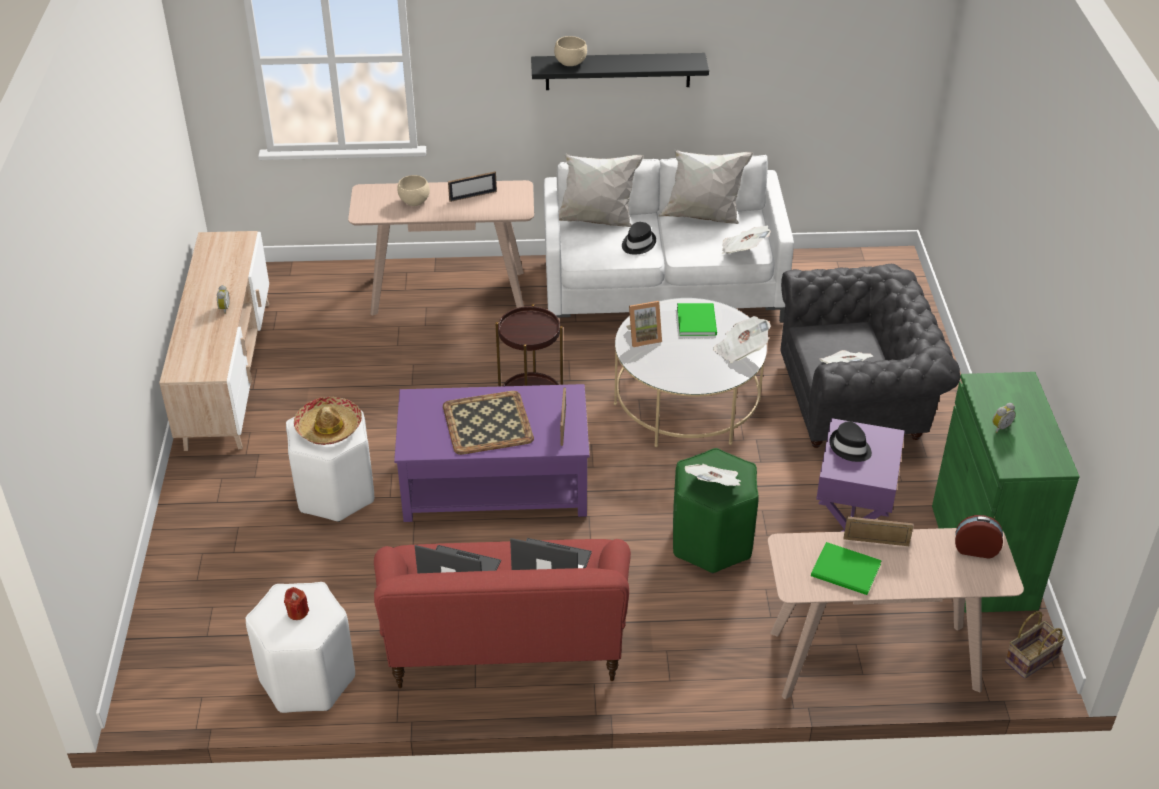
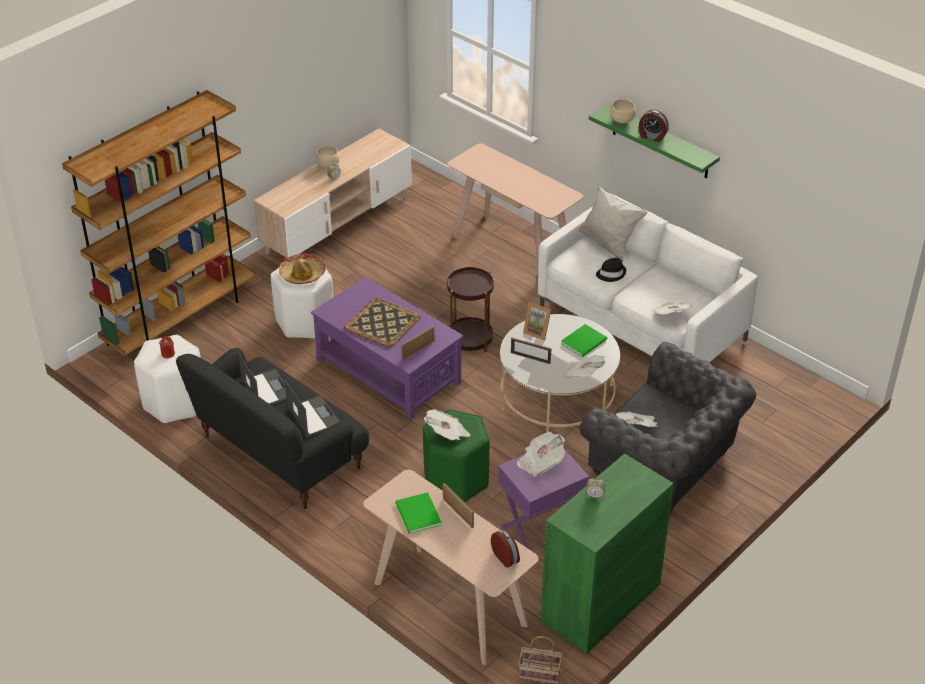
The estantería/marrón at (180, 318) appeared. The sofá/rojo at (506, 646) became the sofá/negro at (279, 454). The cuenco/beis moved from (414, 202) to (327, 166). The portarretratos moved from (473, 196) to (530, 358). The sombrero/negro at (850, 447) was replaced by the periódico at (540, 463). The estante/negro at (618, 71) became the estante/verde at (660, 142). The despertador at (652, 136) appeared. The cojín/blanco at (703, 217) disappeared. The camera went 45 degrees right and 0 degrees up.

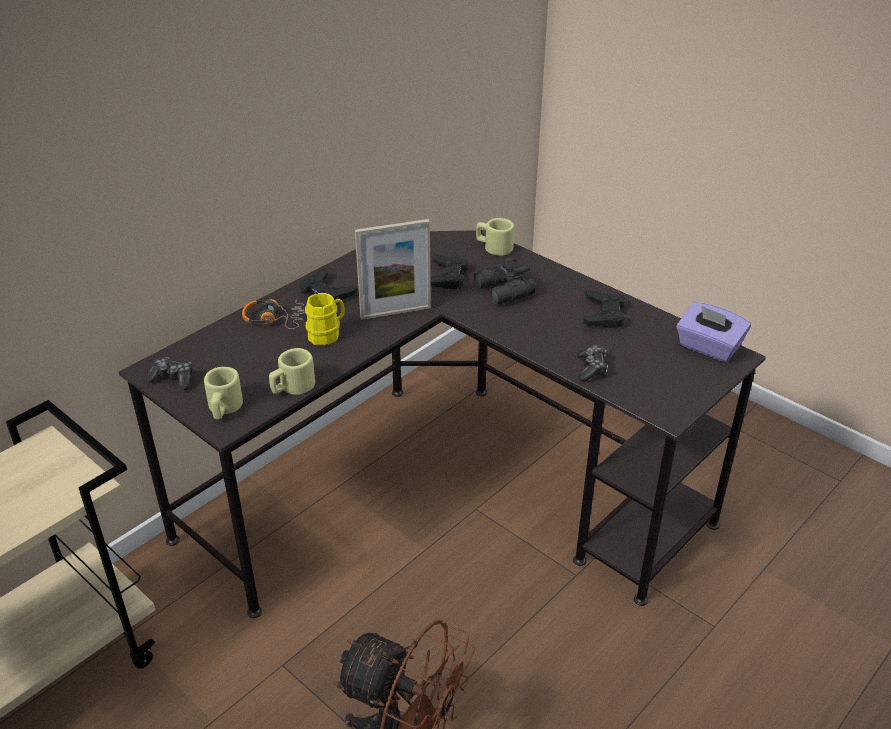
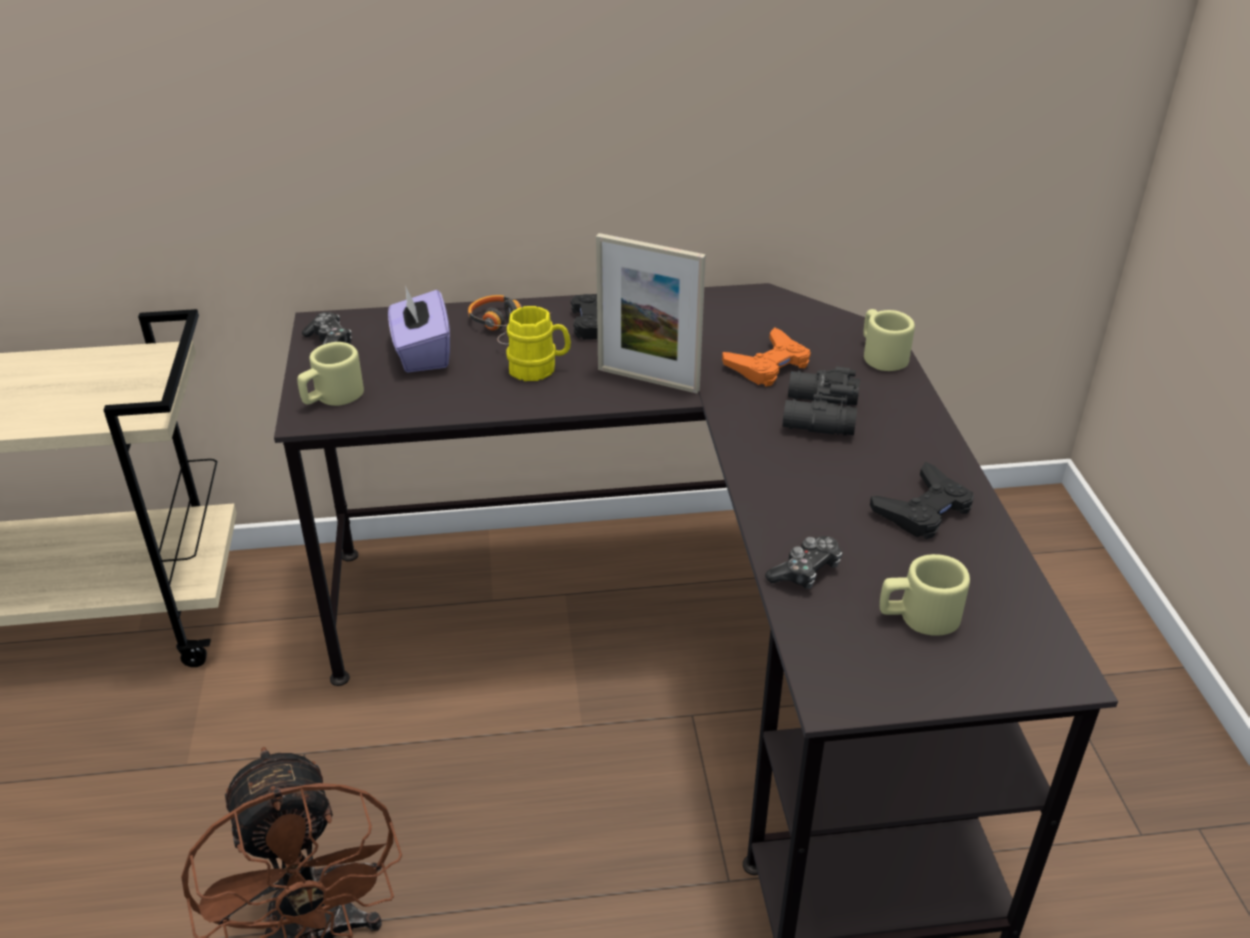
The caja de pañuelos/morado moved from (708, 347) to (422, 353). The mando de consola/negro at (447, 276) became the mando de consola/naranja at (768, 365). The taza grande/beis moved from (292, 387) to (918, 616). The camera went 40 degrees right and 0 degrees up.

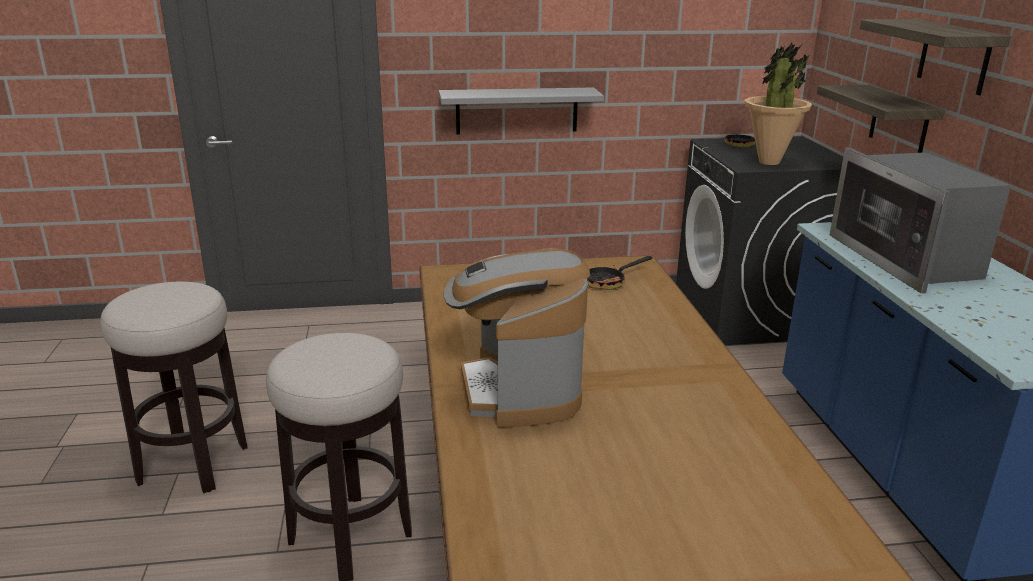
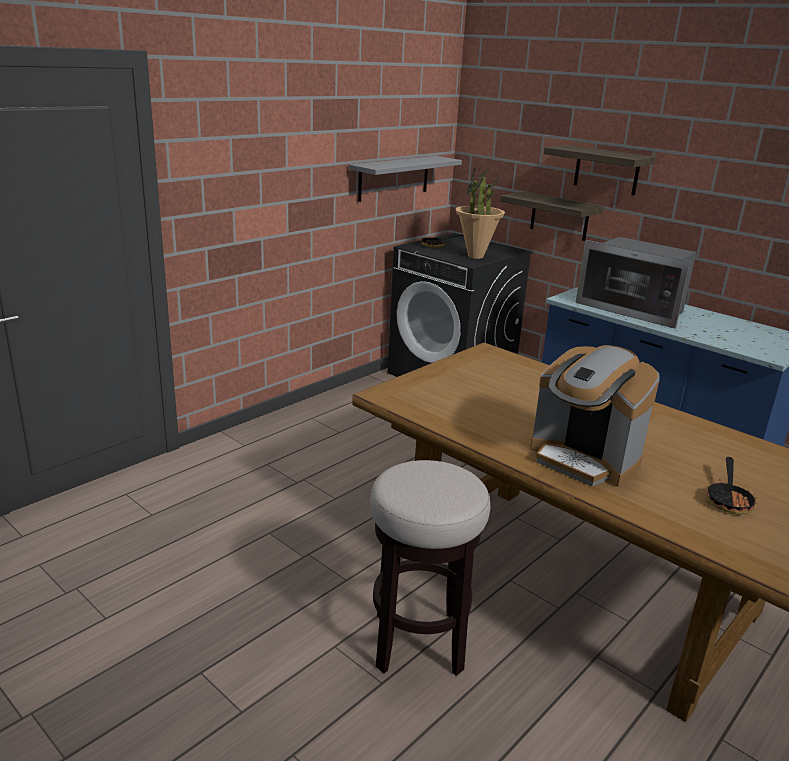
The estante/gris moved from (517, 110) to (394, 178). The sartén moved from (609, 282) to (728, 499). The taburete at (193, 464) disappeared. The camera went 40 degrees left and 0 degrees up.

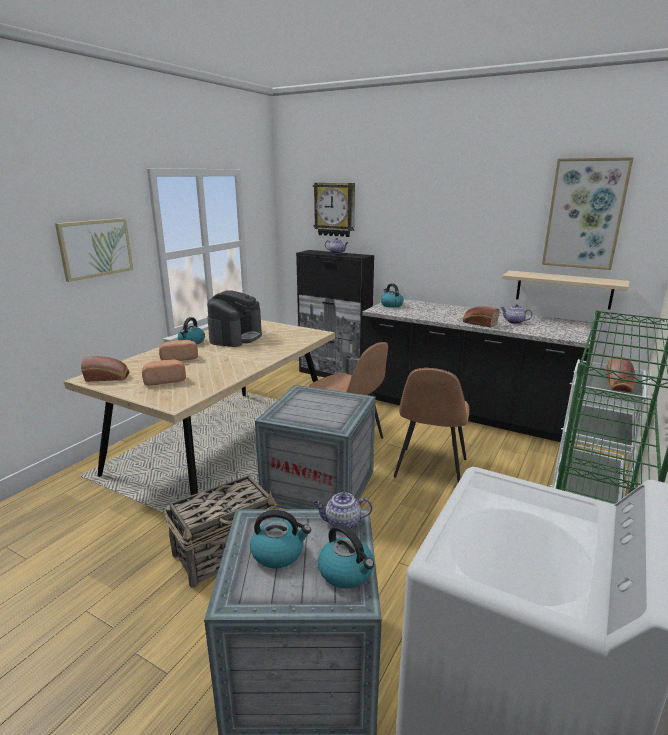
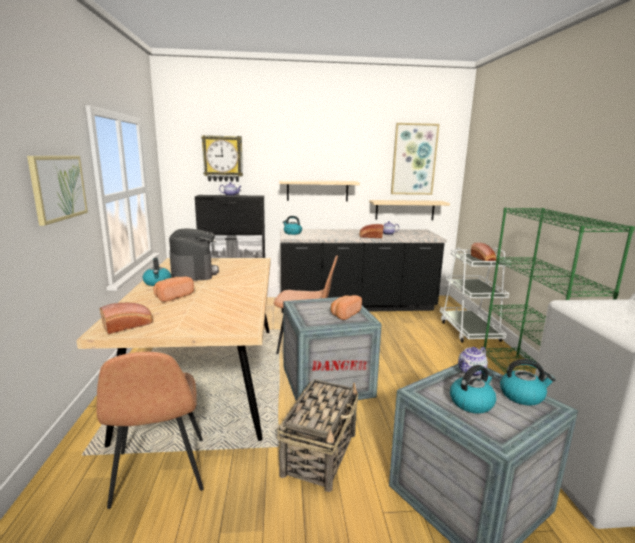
The silla/marrón moved from (430, 469) to (159, 473). The estante/beis at (317, 190) appeared. The pan moved from (165, 380) to (344, 314). The camera went 35 degrees left and 5 degrees down.

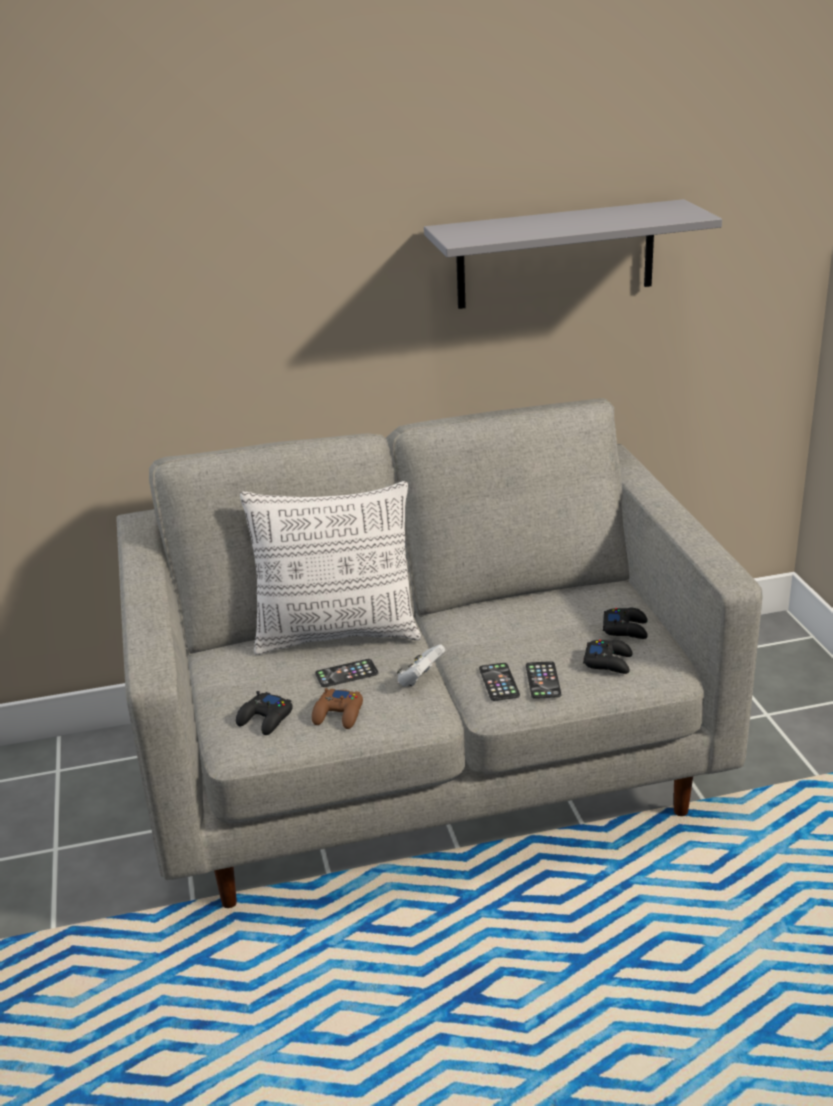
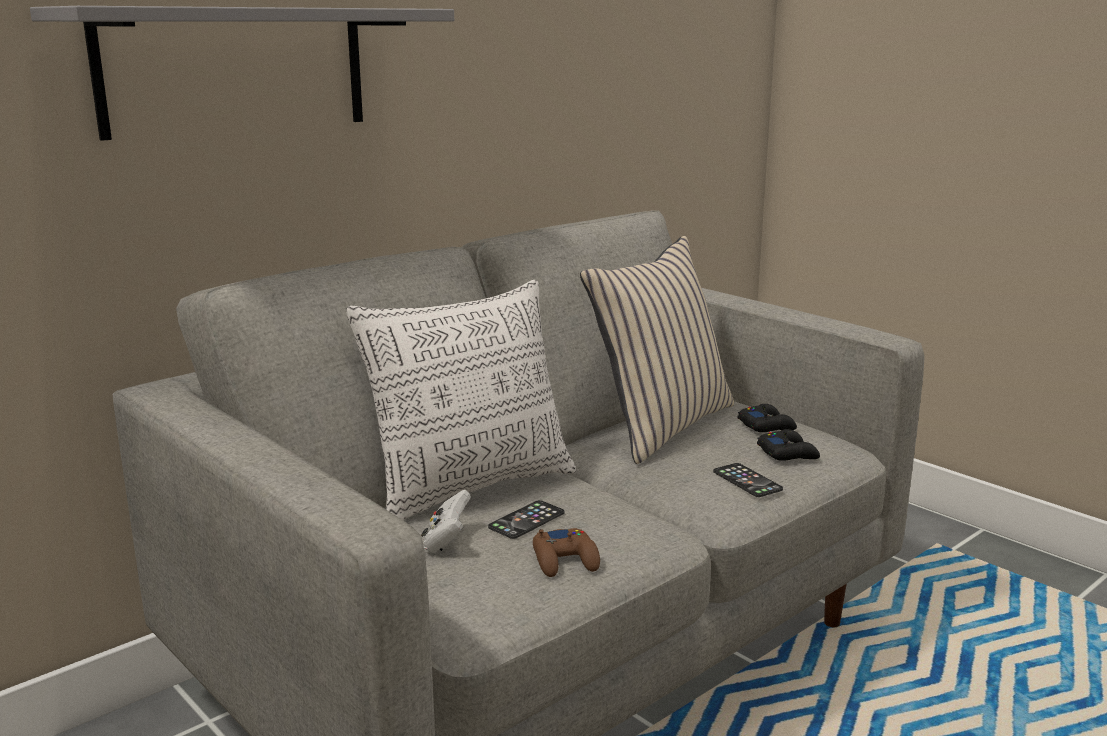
The estante/gris moved from (556, 255) to (235, 70). The mando de consola/blanco moved from (420, 679) to (447, 541). The cojín/beis at (660, 426) appeared. The mando de consola/negro at (265, 719) disappeared. The móvil at (499, 682) disappeared. The camera went 30 degrees left and 10 degrees down.

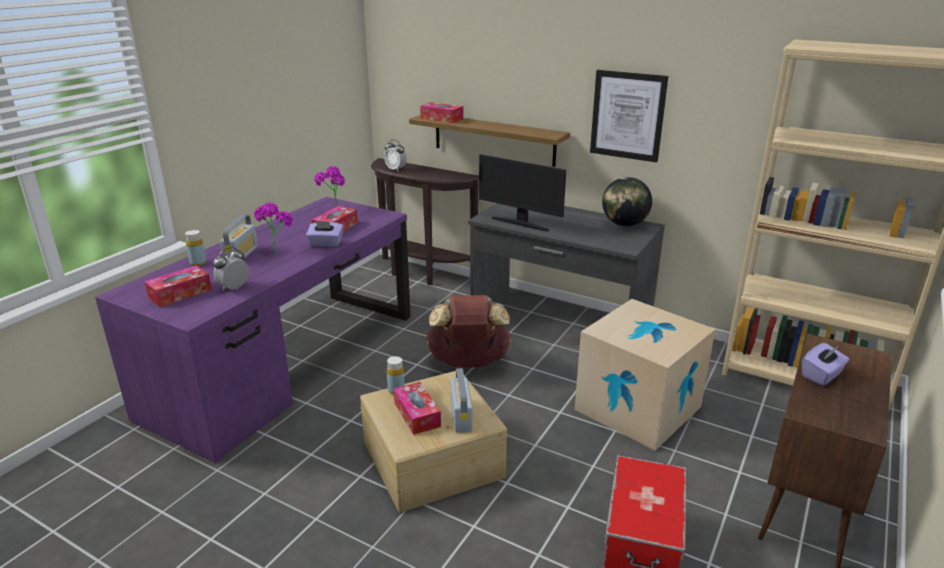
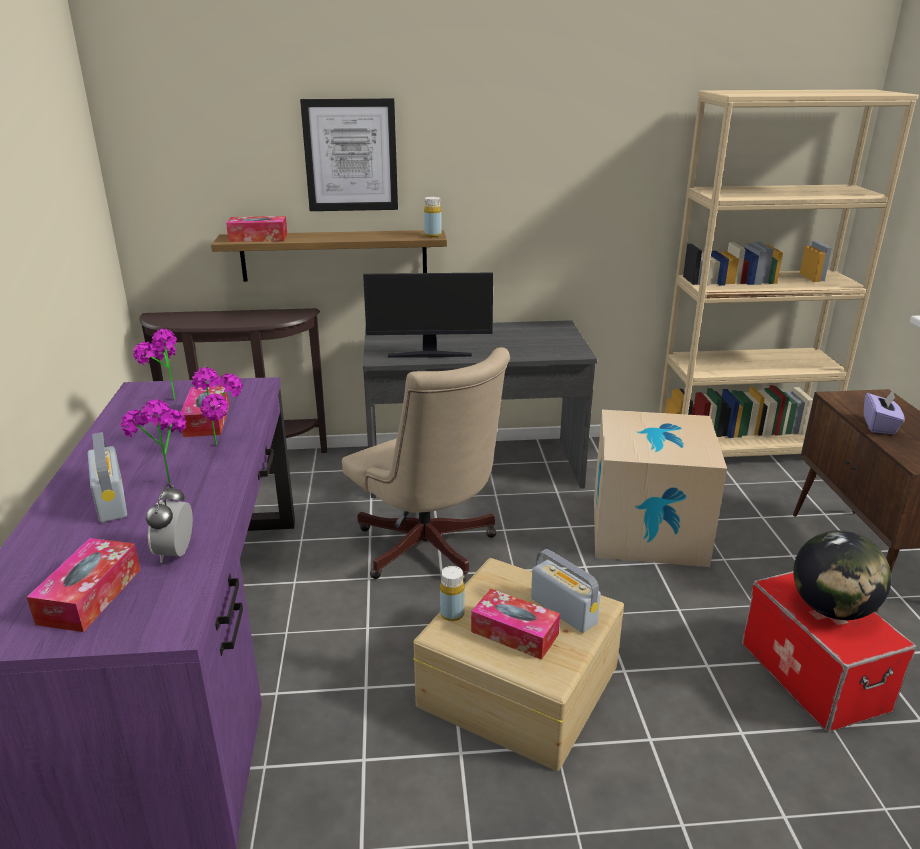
The caja de pañuelos/morado at (326, 244) was replaced by the planta en maceta at (226, 446). The cuadro moved from (627, 115) to (351, 155). The mochila/marrón at (468, 363) was replaced by the silla de oficina/beis at (429, 551). The botella/amarillo moved from (198, 263) to (433, 235). The globo terráqueo moved from (624, 224) to (831, 609). The despertador at (396, 169) disappeared. The camera went 35 degrees left and 0 degrees up.

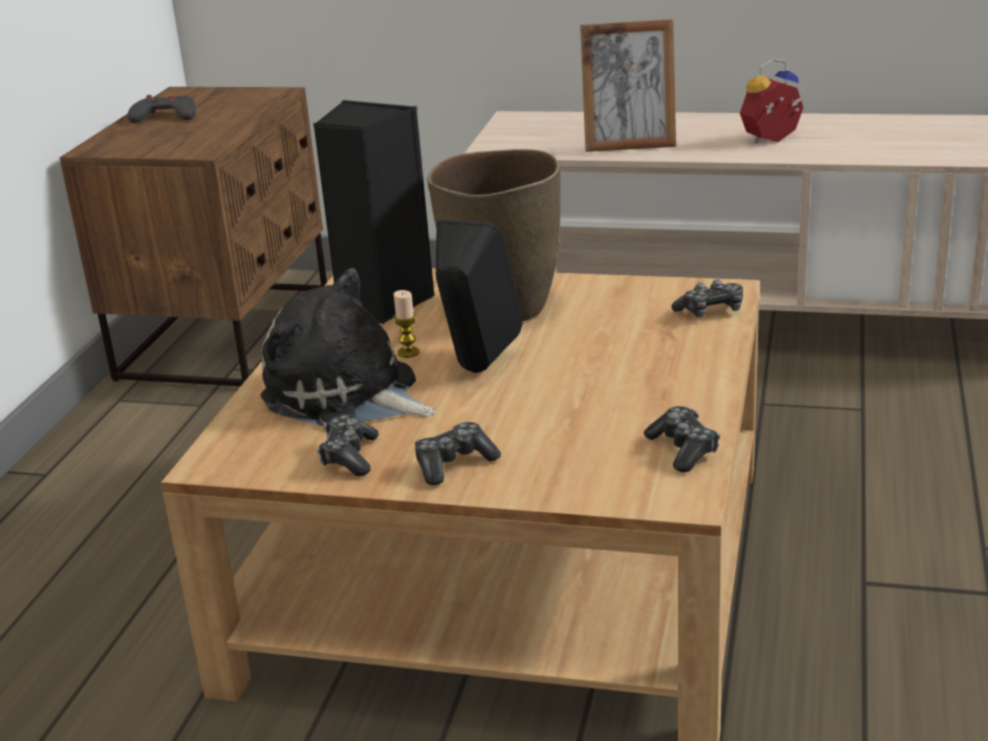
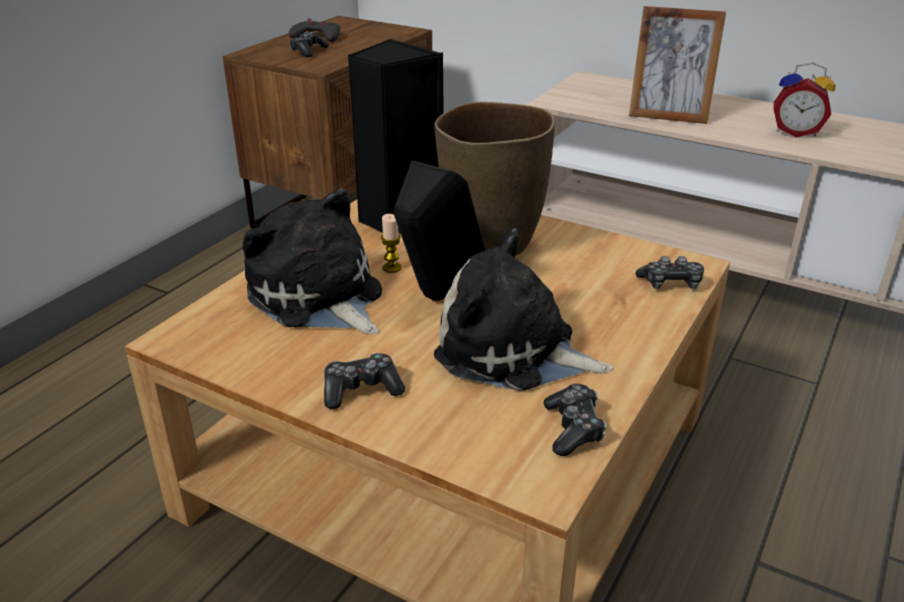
The mando de consola moved from (349, 456) to (308, 51). The peluche at (513, 351) appeared. The despertador at (773, 140) turned 150 degrees counterclockwise. The camera went 15 degrees right and 5 degrees up.

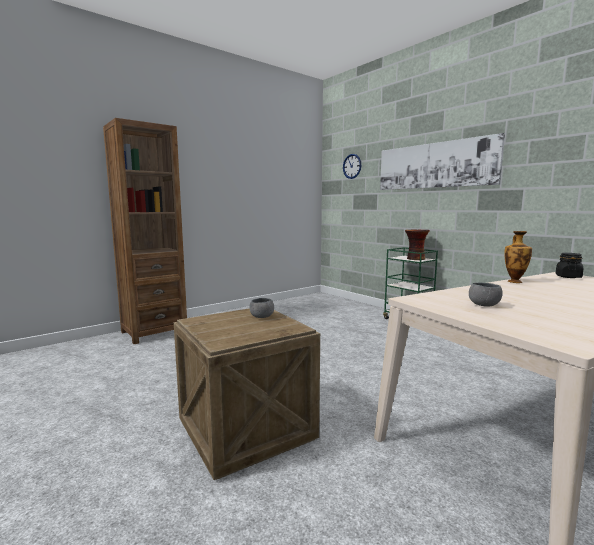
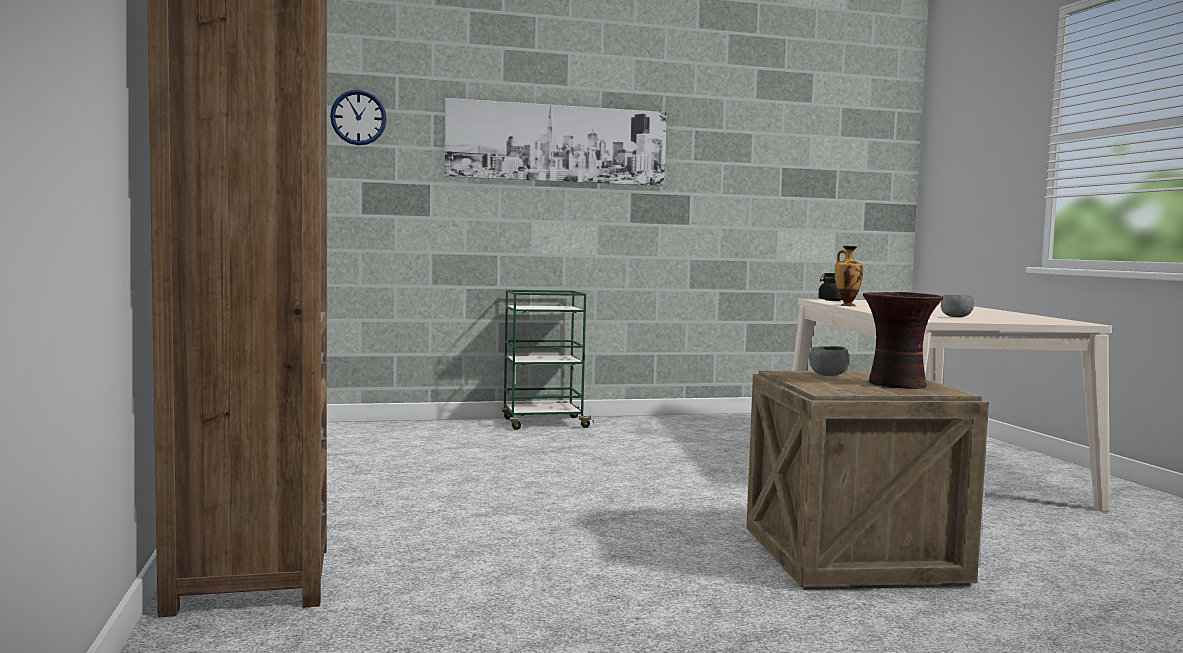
The florero moved from (415, 259) to (897, 385). The camera went 65 degrees left and 5 degrees down.

